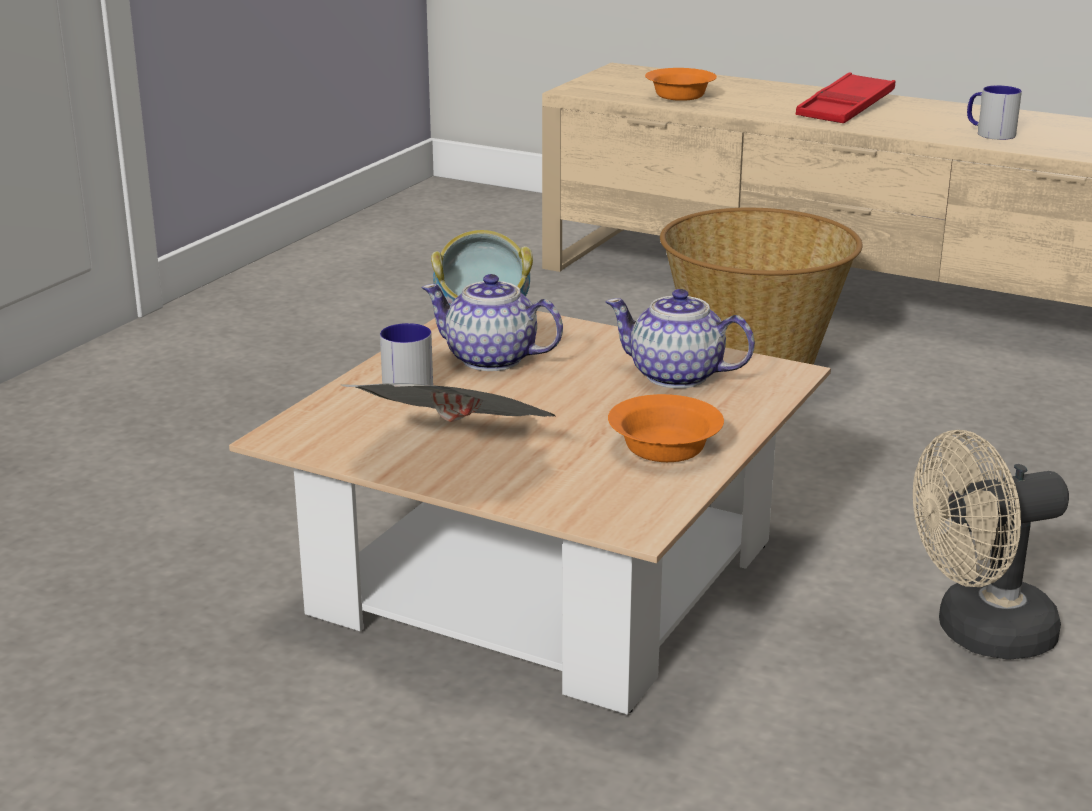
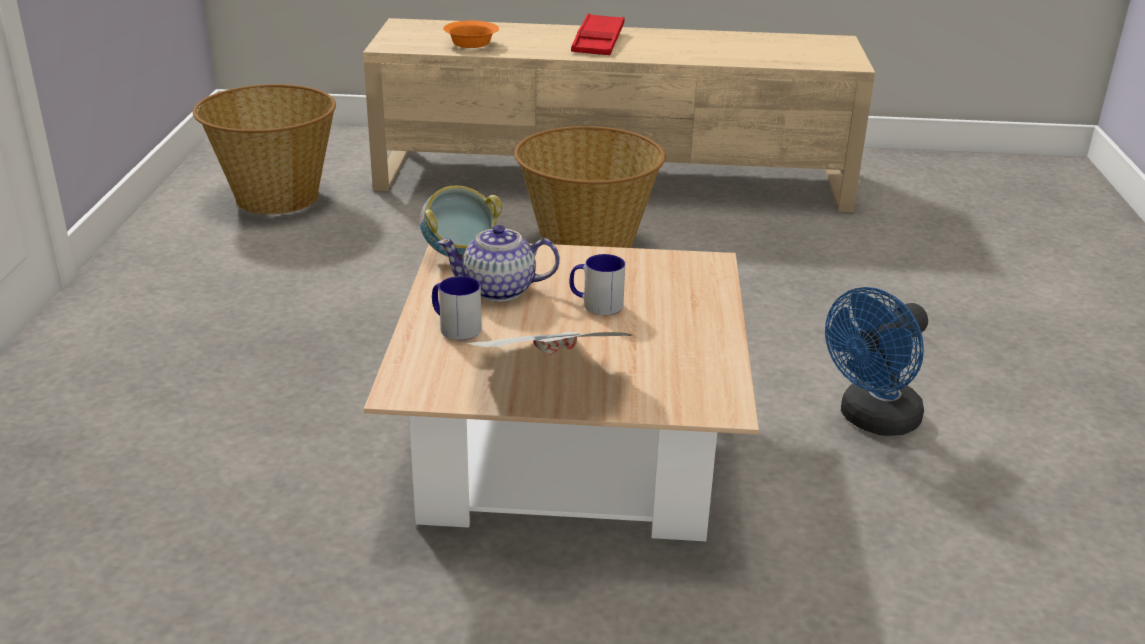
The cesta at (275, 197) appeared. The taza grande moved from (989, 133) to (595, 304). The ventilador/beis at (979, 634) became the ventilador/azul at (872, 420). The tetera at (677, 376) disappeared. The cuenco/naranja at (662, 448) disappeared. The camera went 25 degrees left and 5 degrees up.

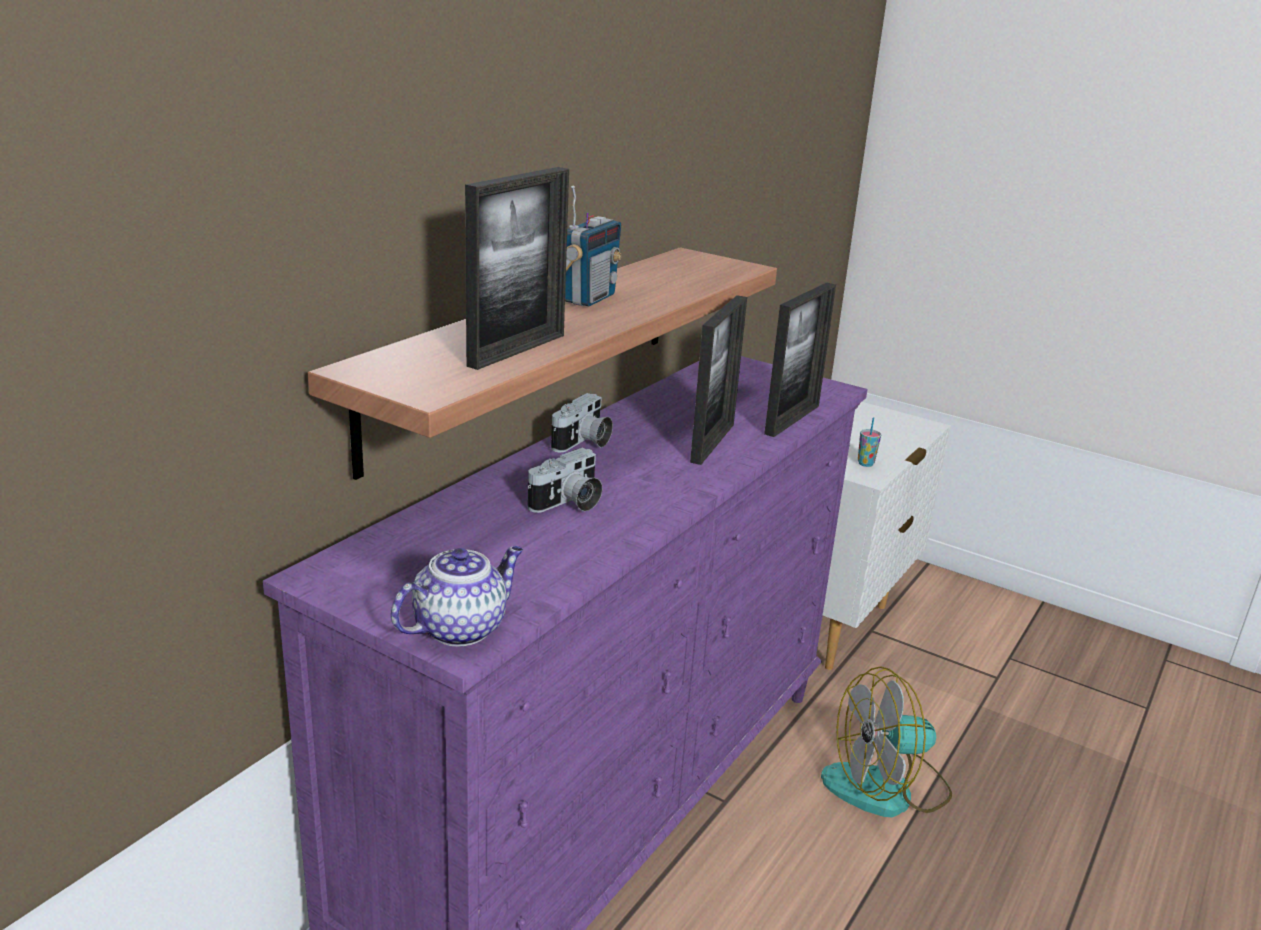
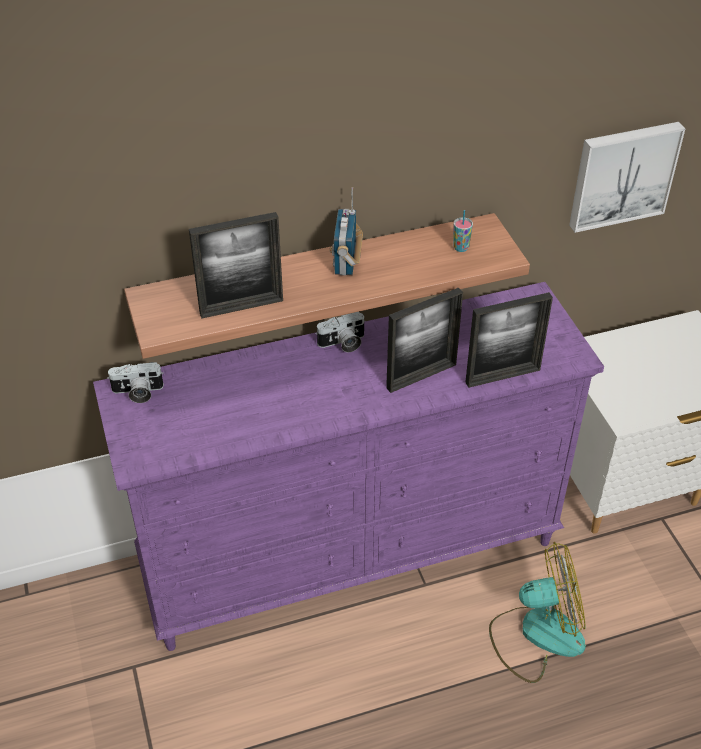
The cámara moved from (568, 503) to (137, 392). The radio at (588, 298) turned 120 degrees clockwise. The taza moved from (865, 464) to (461, 248). The ventilador at (887, 788) turned 150 degrees clockwise. The cuadro at (622, 174) appeared. The tetera at (461, 627) disappeared. The camera went 40 degrees right and 20 degrees up.

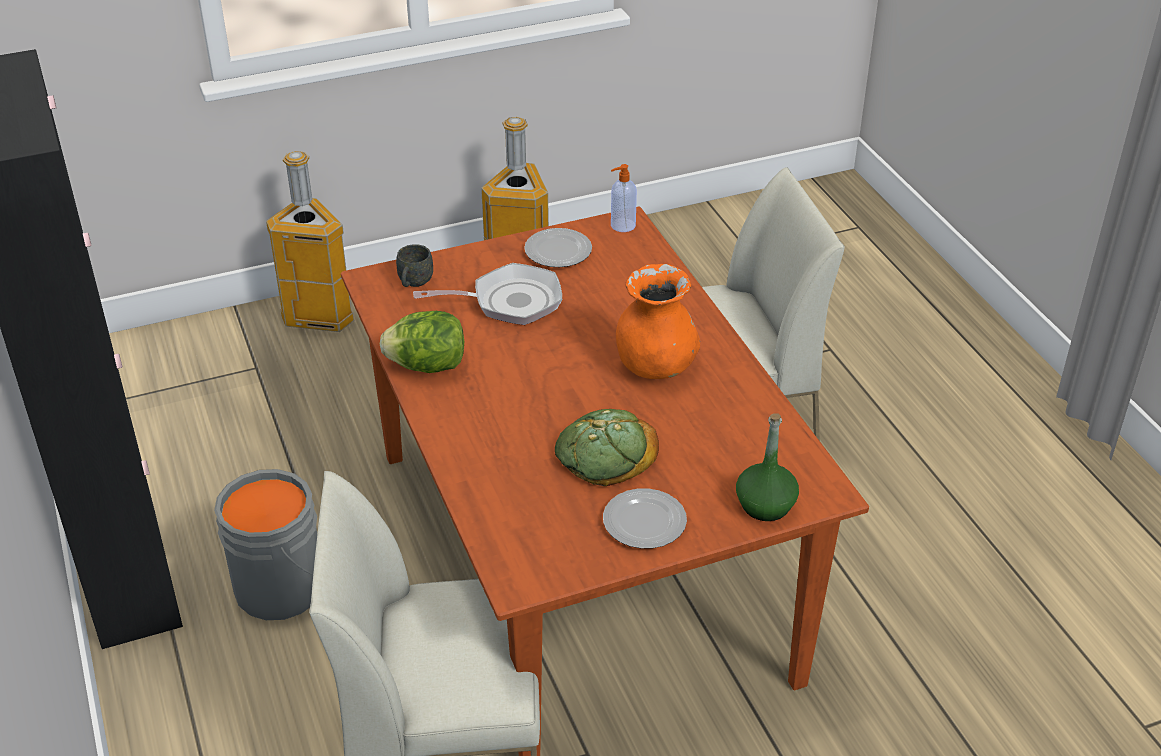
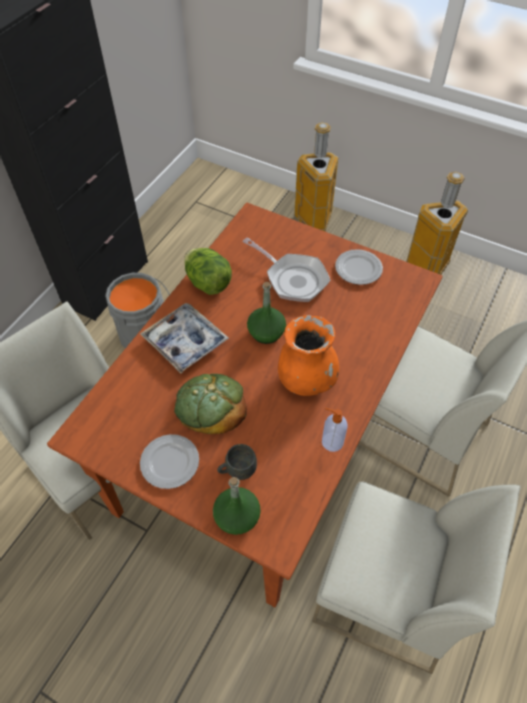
The bandeja at (185, 342) appeared. The taza grande/gris moved from (413, 283) to (237, 470). The botella/verde at (266, 332) appeared. The silla/blanco at (384, 592) appeared. The dispensador de jabón moved from (622, 226) to (331, 441). The camera went 50 degrees right and 15 degrees up.

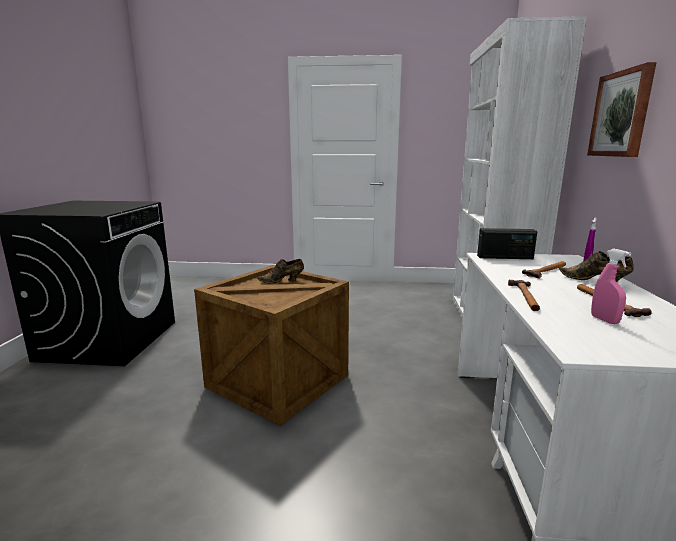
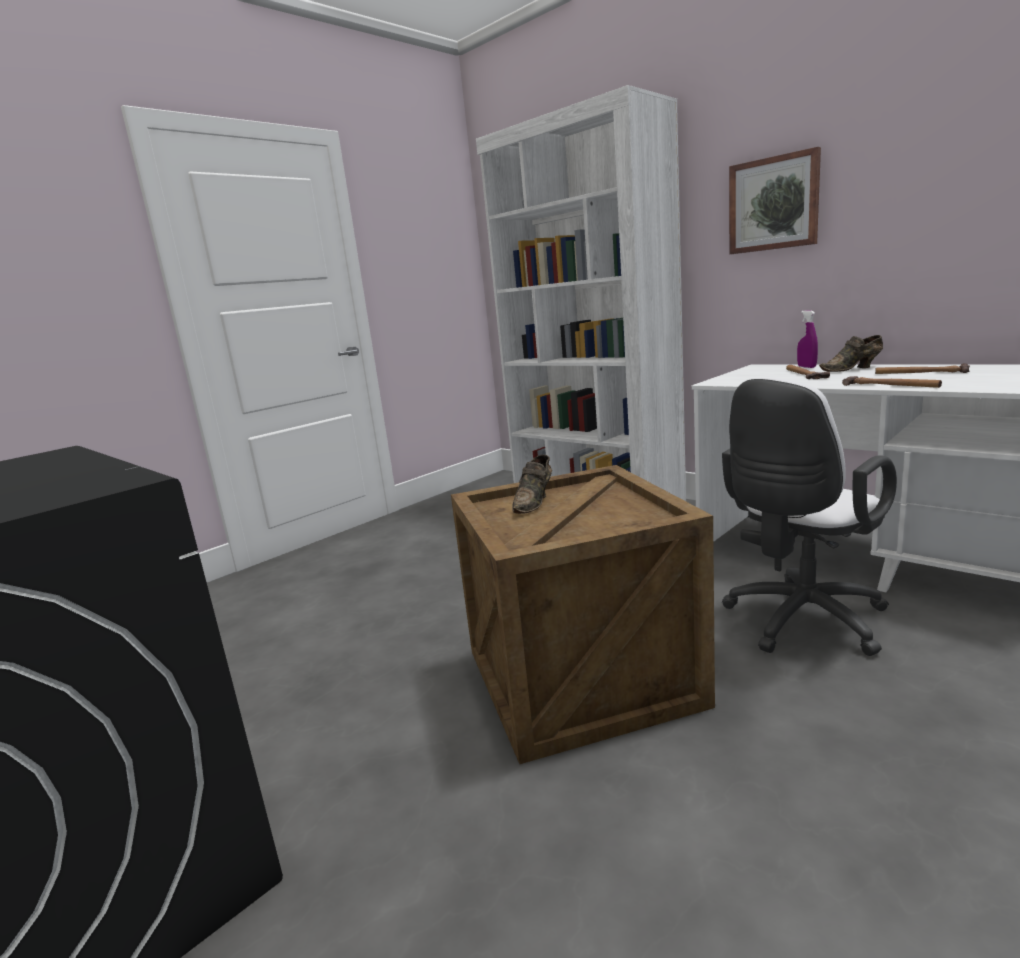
The silla de oficina/blanco at (800, 622) appeared. The radio at (505, 257) disappeared. The pulverizador/rosa at (604, 320) disappeared. The camera went 50 degrees left and 0 degrees up.

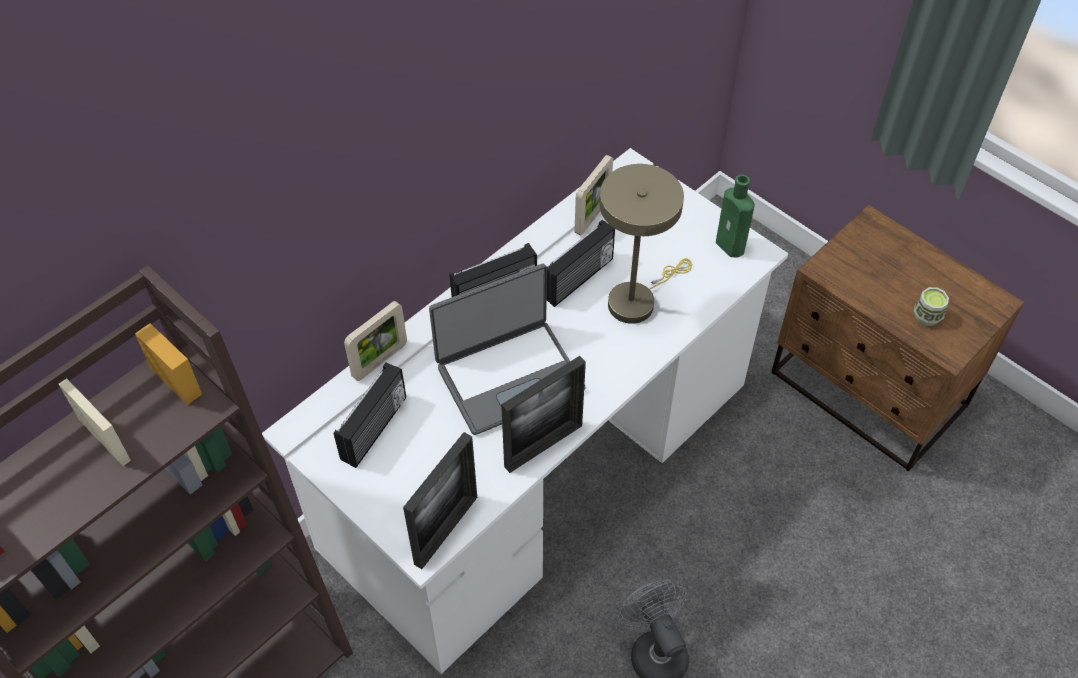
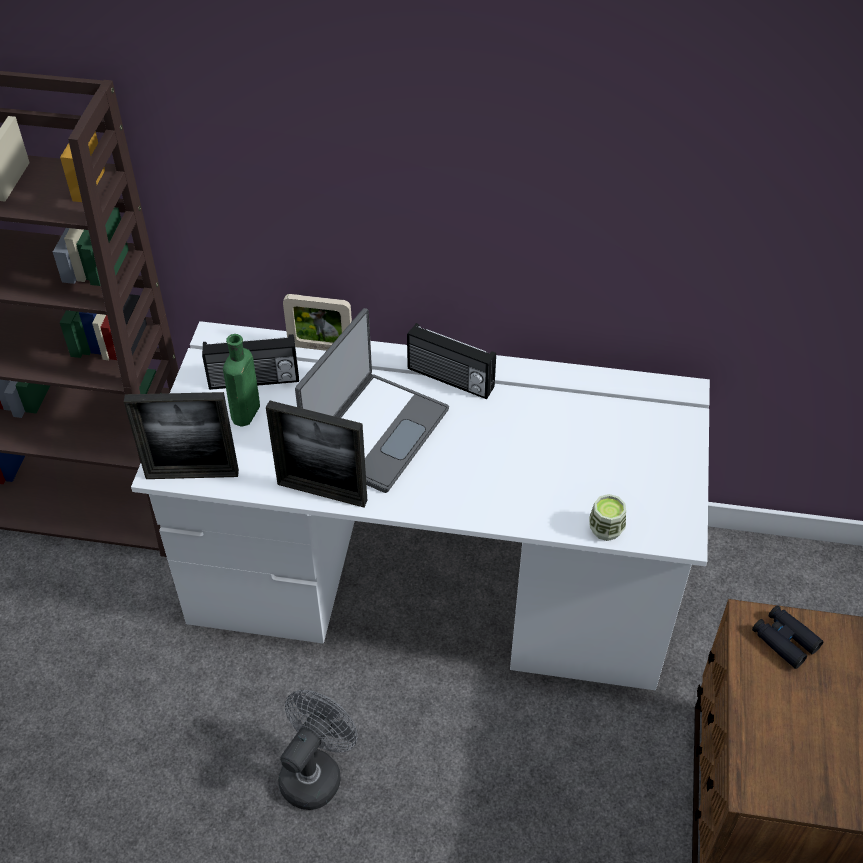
The botella/verde moved from (731, 247) to (245, 414). The portátil at (509, 376) turned 90 degrees counterclockwise. The taza moved from (927, 316) to (606, 529). The prismáticos/negro at (784, 640) appeared. The radio at (579, 279) disappeared. The portarretratos at (592, 216) disappeared. The lámpara de mesa/beis at (637, 300) disappeared. The camera went 55 degrees right and 5 degrees down.

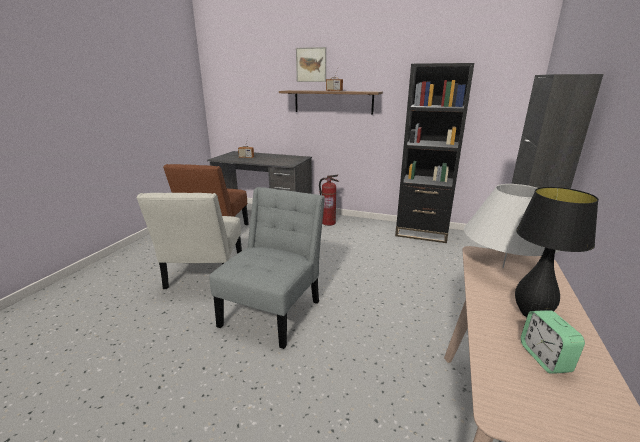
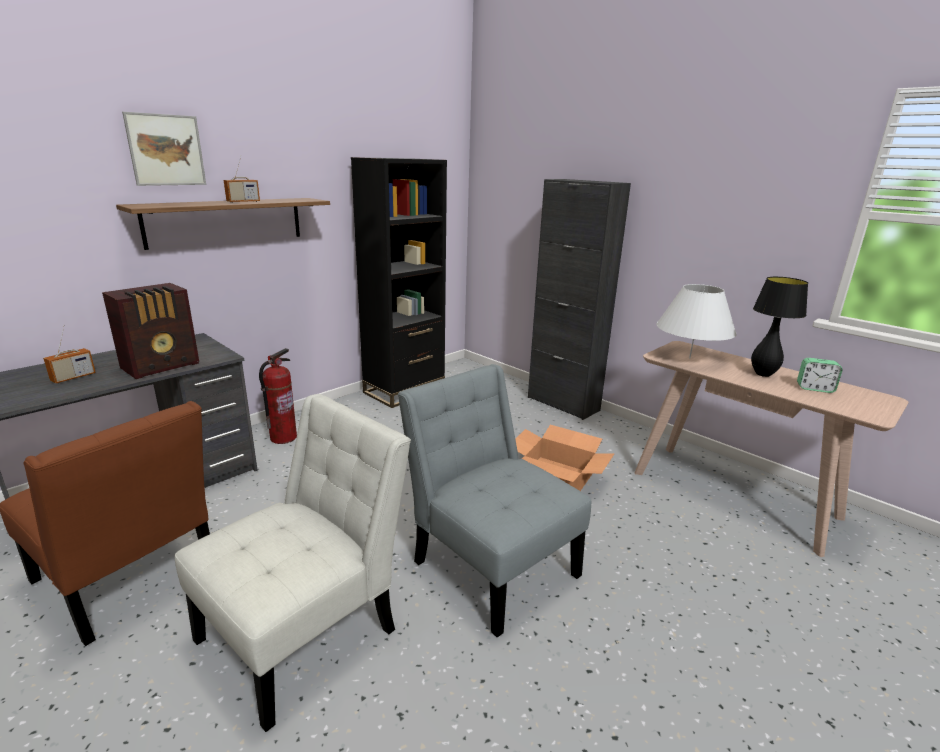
The radio at (162, 366) appeared. The silla/blanco at (204, 275) turned 75 degrees counterclockwise. The caja de cartón at (558, 475) appeared. The camera went 65 degrees left and 0 degrees up.

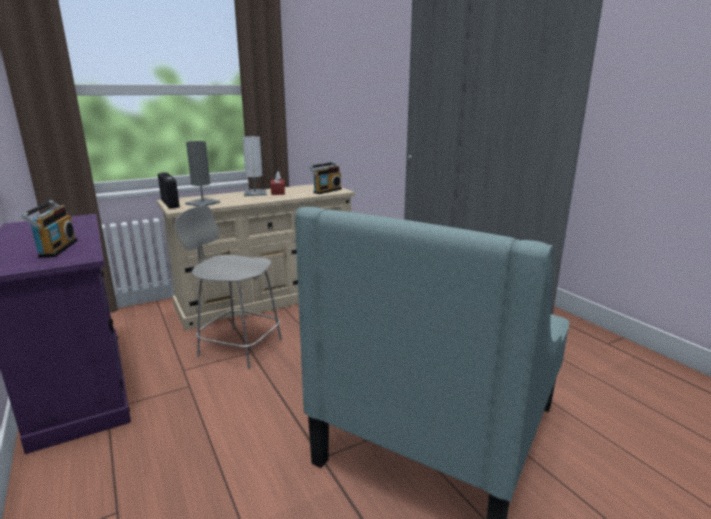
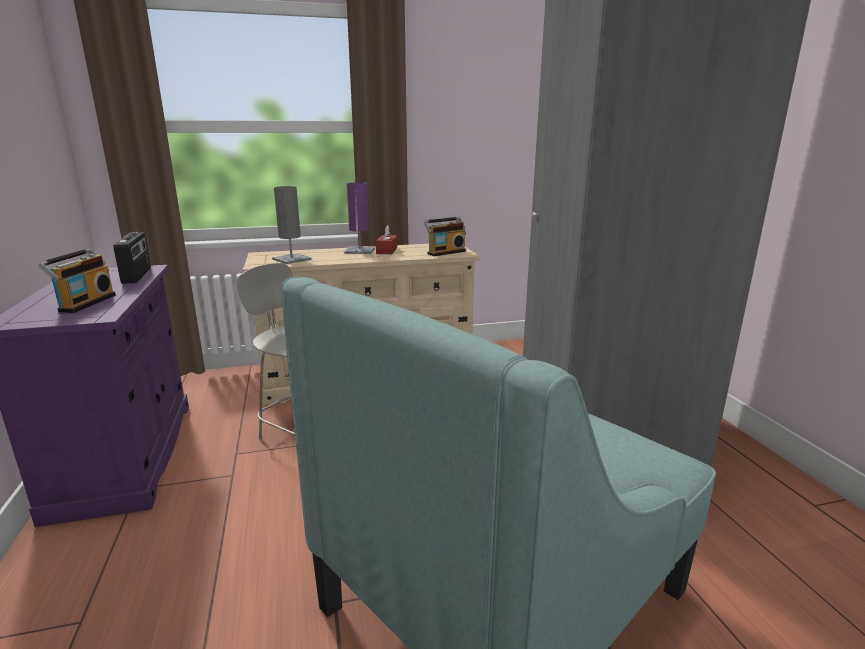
The radio moved from (170, 203) to (138, 275). The lámpara de mesa/blanco at (255, 193) became the lámpara de mesa/morado at (360, 250). The camera went 15 degrees right and 0 degrees up.

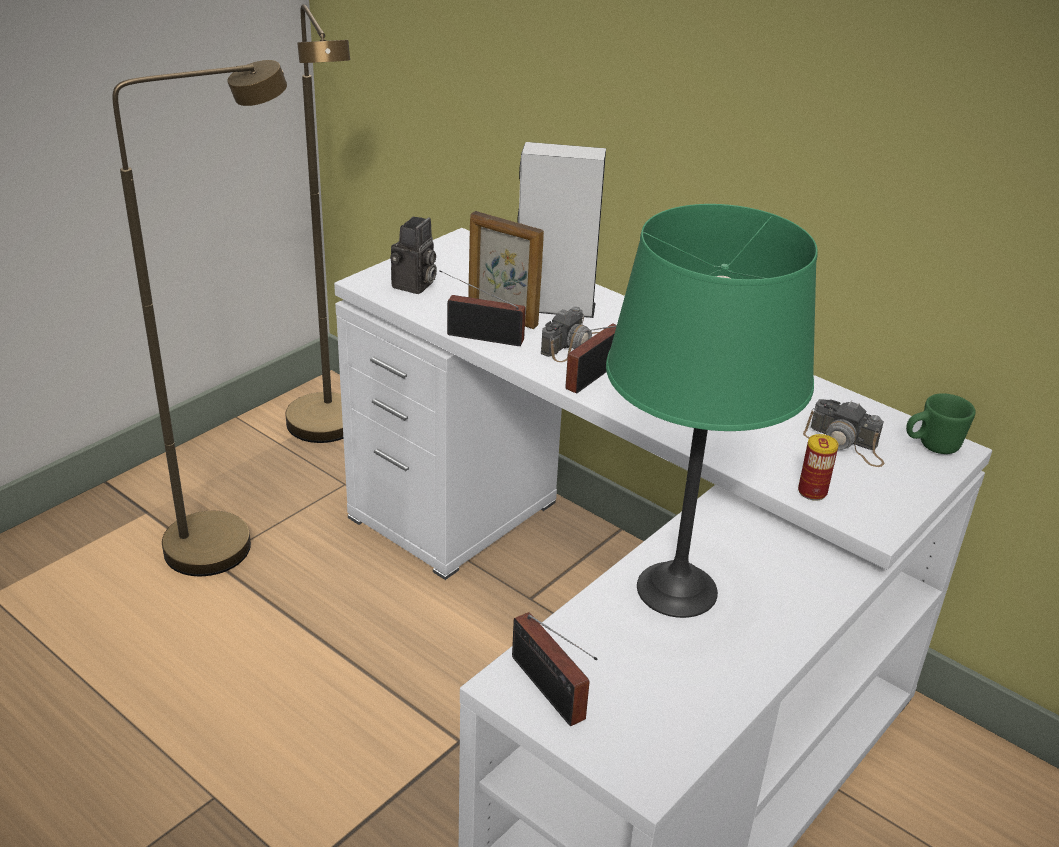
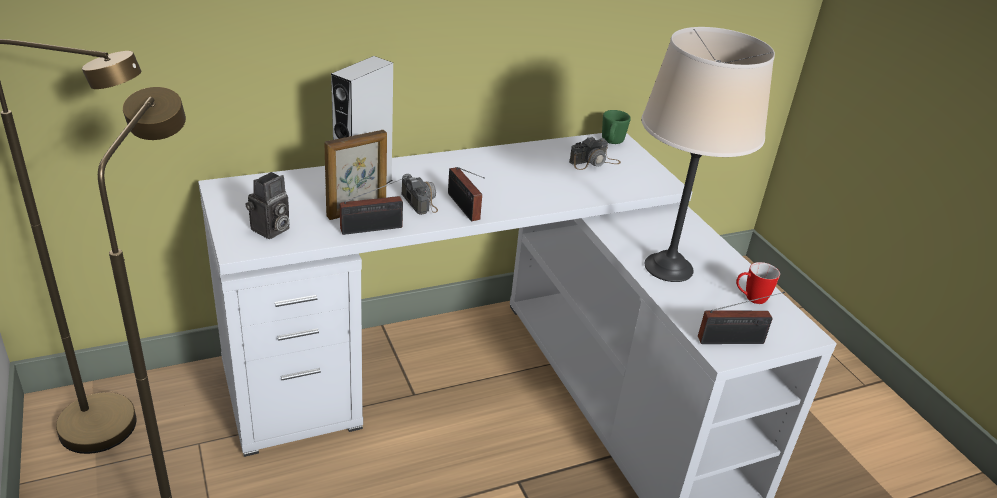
The cámara at (414, 286) turned 75 degrees clockwise. The radio at (481, 336) turned 150 degrees counterclockwise. The lámpara de mesa/verde at (677, 590) became the lámpara de mesa/beis at (669, 267). The taza grande at (750, 298) appeared. The lata at (812, 492) disappeared. The camera went 65 degrees left and 0 degrees up.

